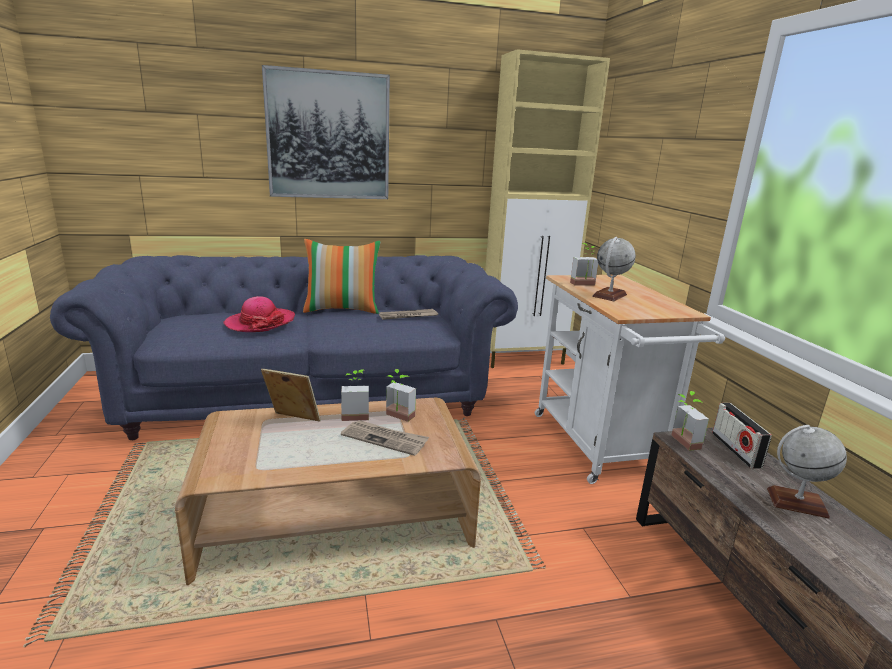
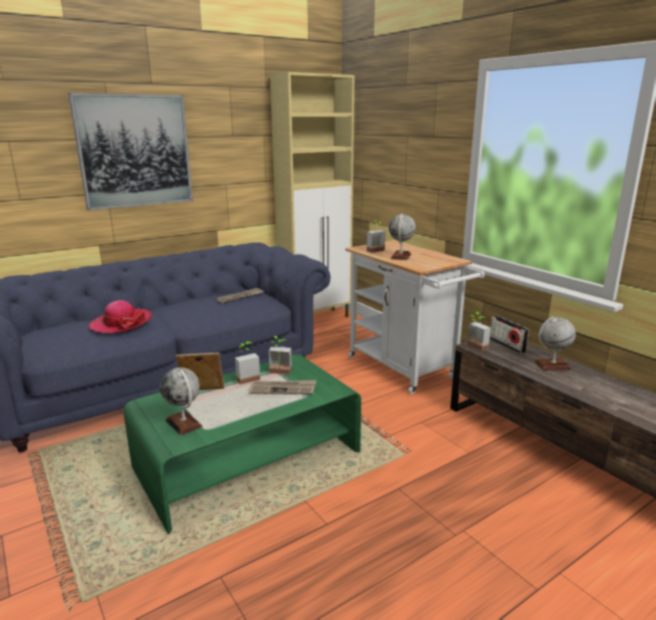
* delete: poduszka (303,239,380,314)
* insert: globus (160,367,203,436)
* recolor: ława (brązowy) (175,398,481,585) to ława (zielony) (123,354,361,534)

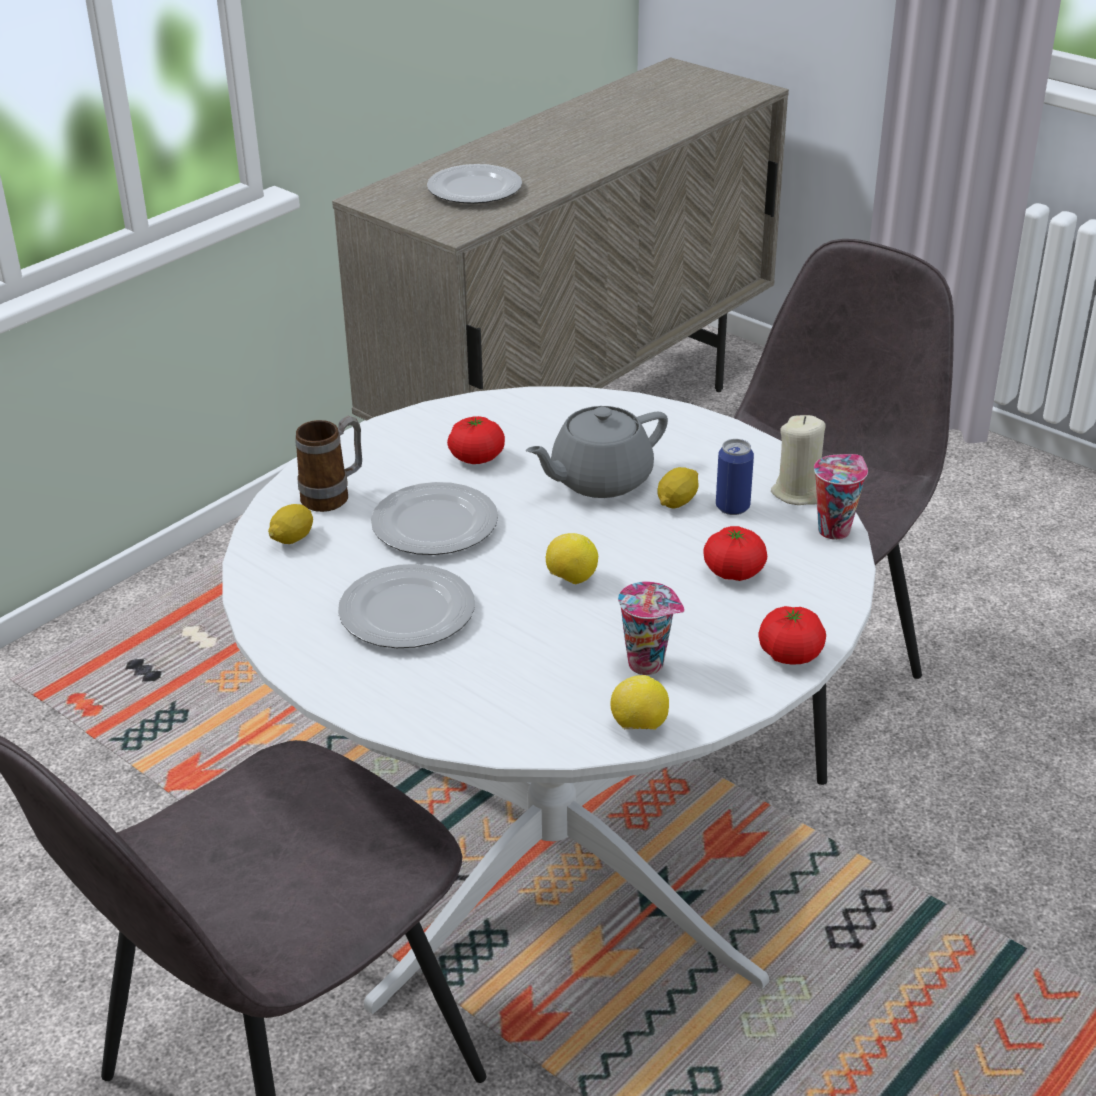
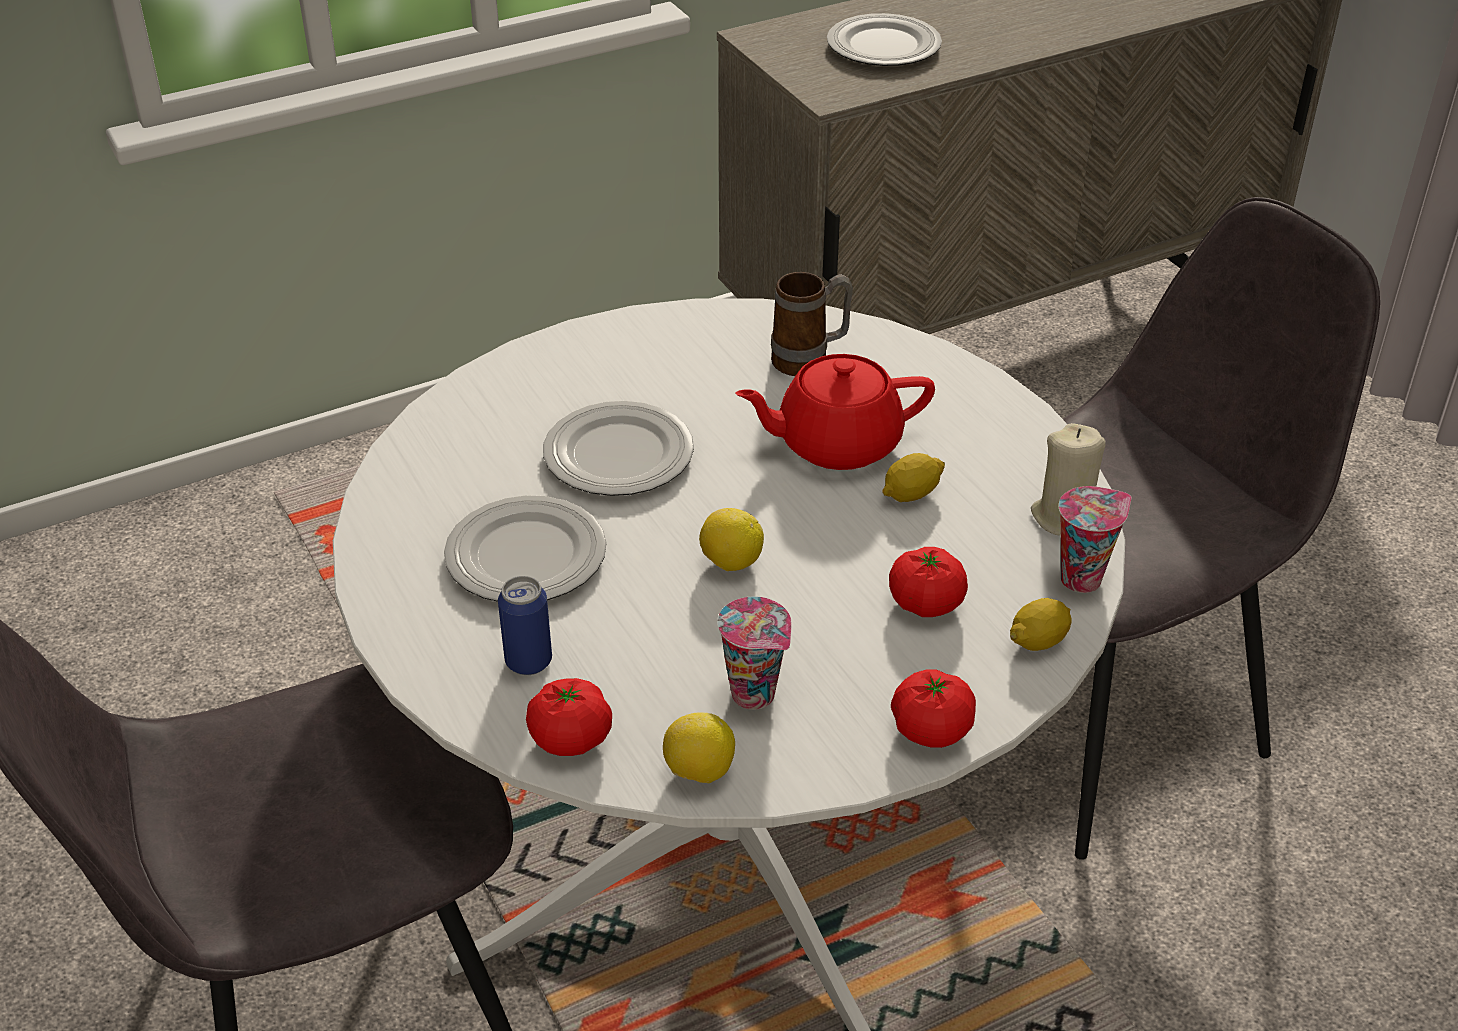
* move: cytryna (268,504,313,544) to (1010,598,1072,651)
* move: kubek (295,416,362,512) to (771,272,853,376)
* move: pomidor (447,416,505,464) to (526,678,612,756)
* move: puszka (716,439,754,515) to (498,576,552,675)
* recolor: imbryk (szary) (526,406,668,498) to imbryk (czerwony) (735,354,935,470)

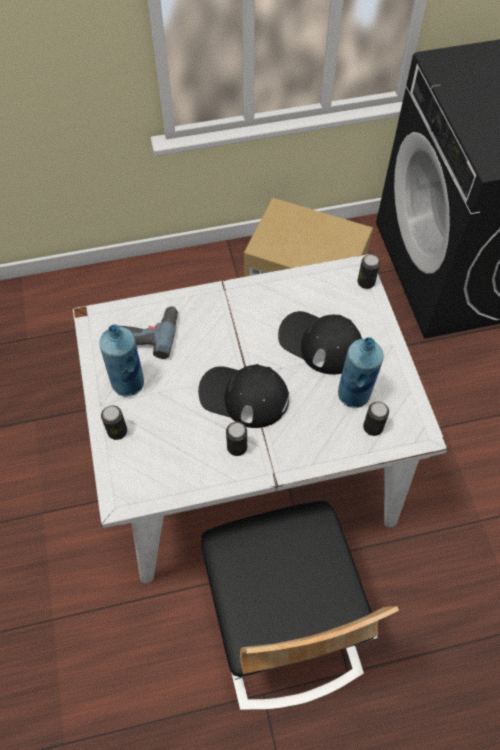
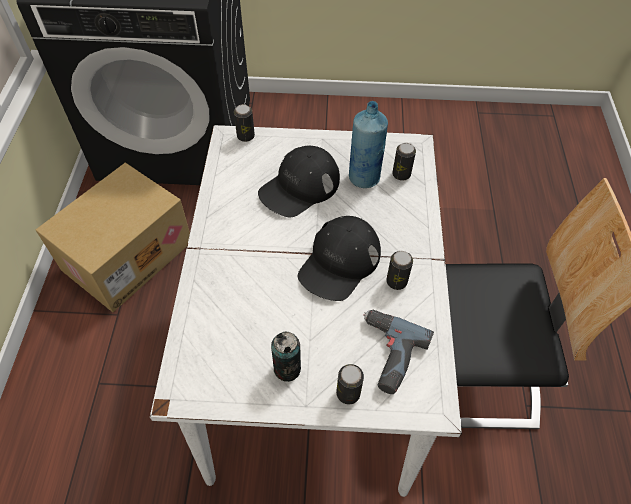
* move: wiertarka (119,306,178,359) to (363,310,434,394)
* replace: butelka (niebieski) (99,324,144,397) to puszka (271,332,301,382)

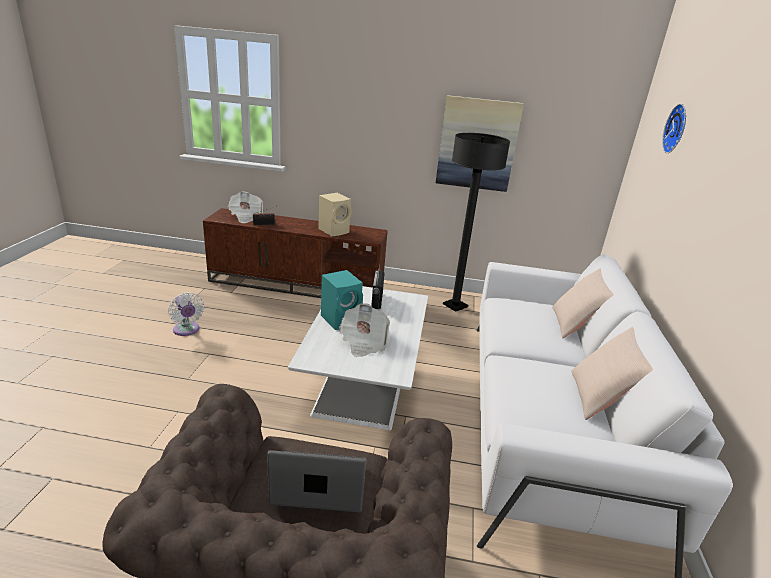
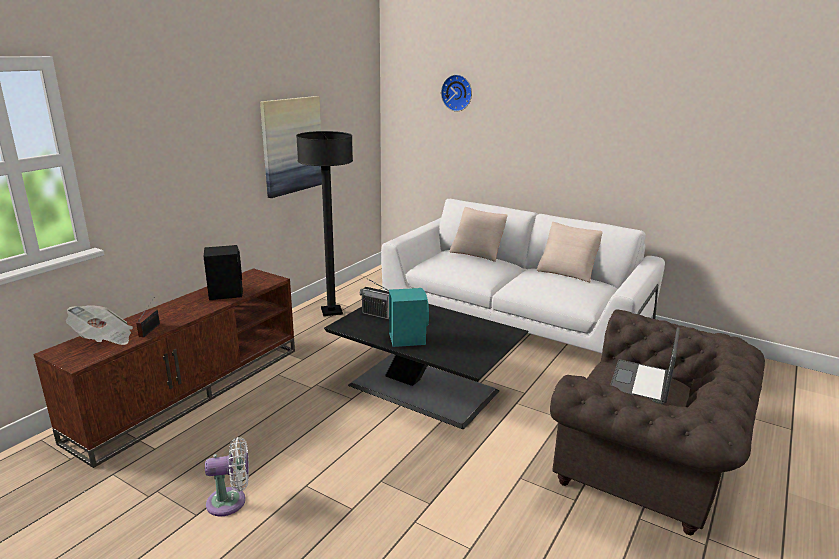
* delete: gazeta (339,303,390,357)
* recolor: ława (biały) (288,286,428,431) to ława (czarny) (324,304,528,429)
* recolor: głośnik (beżowy) (318,193,352,236) to głośnik (czarny) (204,245,243,300)

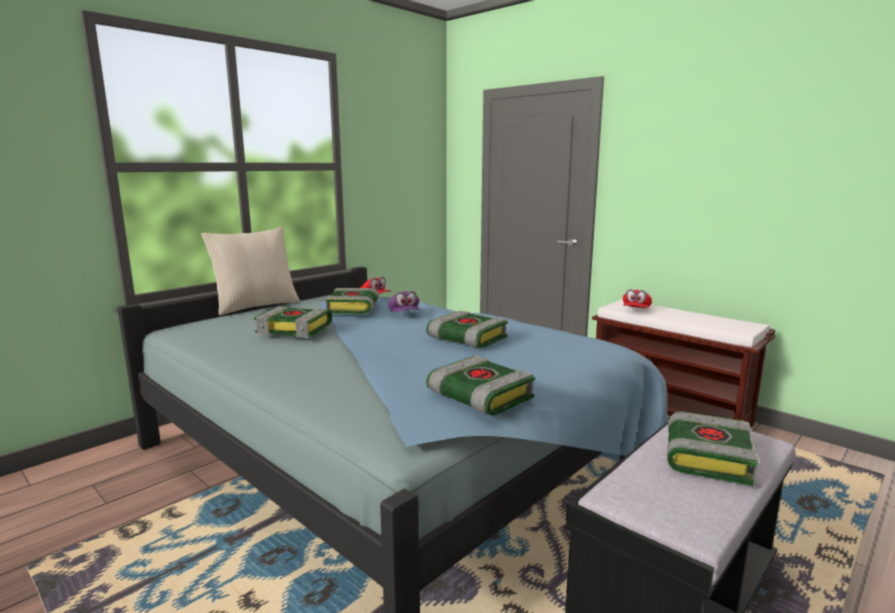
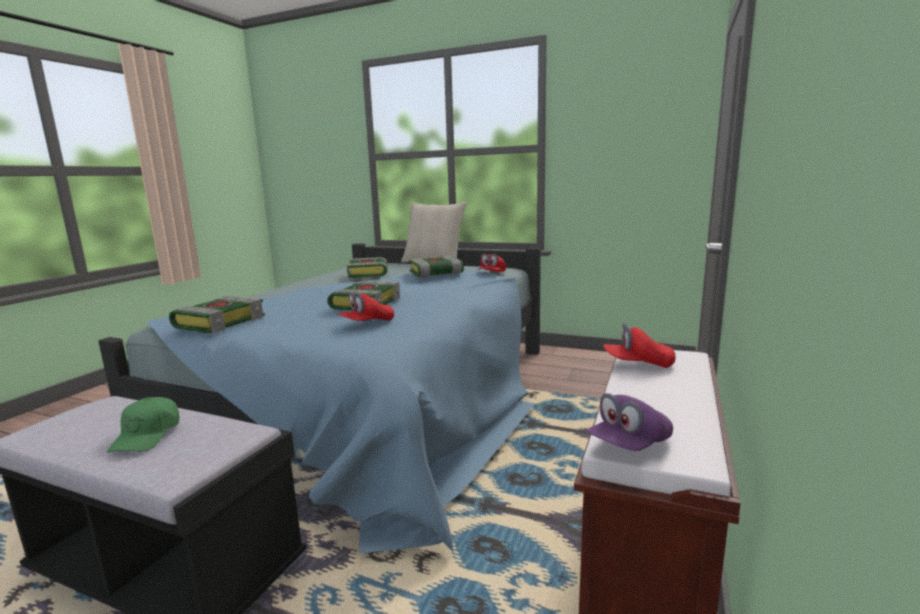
* insert: czapka z daszkiem (czerwony) (338,292,394,321)
* move: czapka z daszkiem (fioletowy) (388,291,420,312) to (587,393,673,451)
* replace: książka (667,411,759,486) to czapka z daszkiem (zielony) (107,397,179,452)

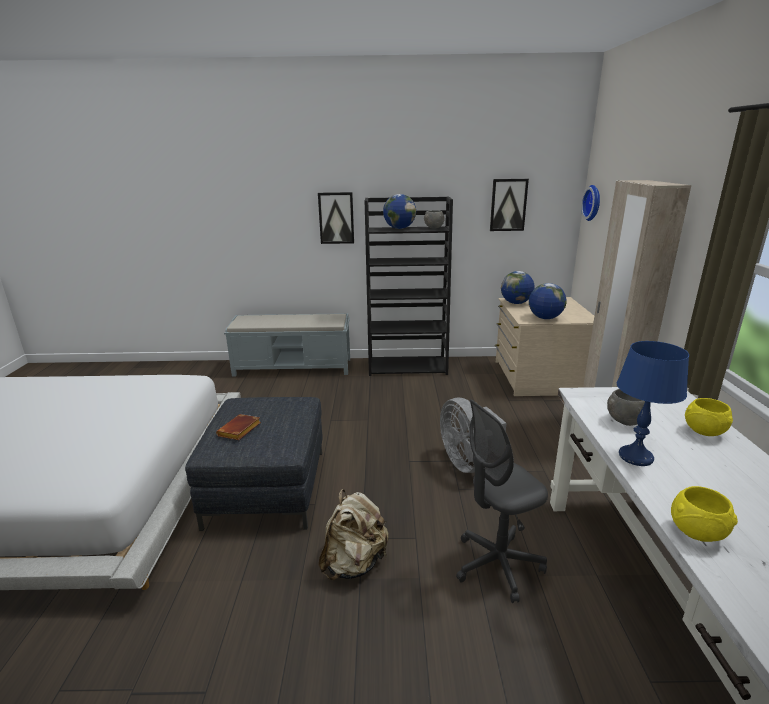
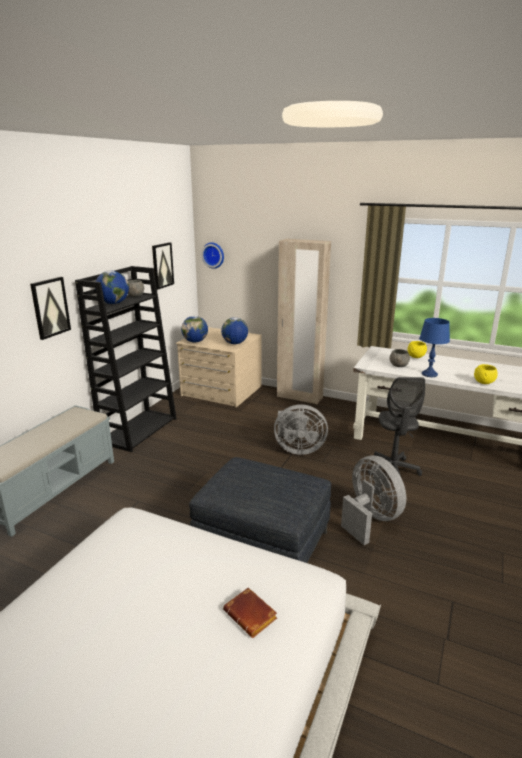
* move: książka (brązowy) (216,414,261,440) to (223,587,277,638)
* replace: plecak (beżowy) (319,489,389,580) to wentylator (szary) (341,456,406,545)

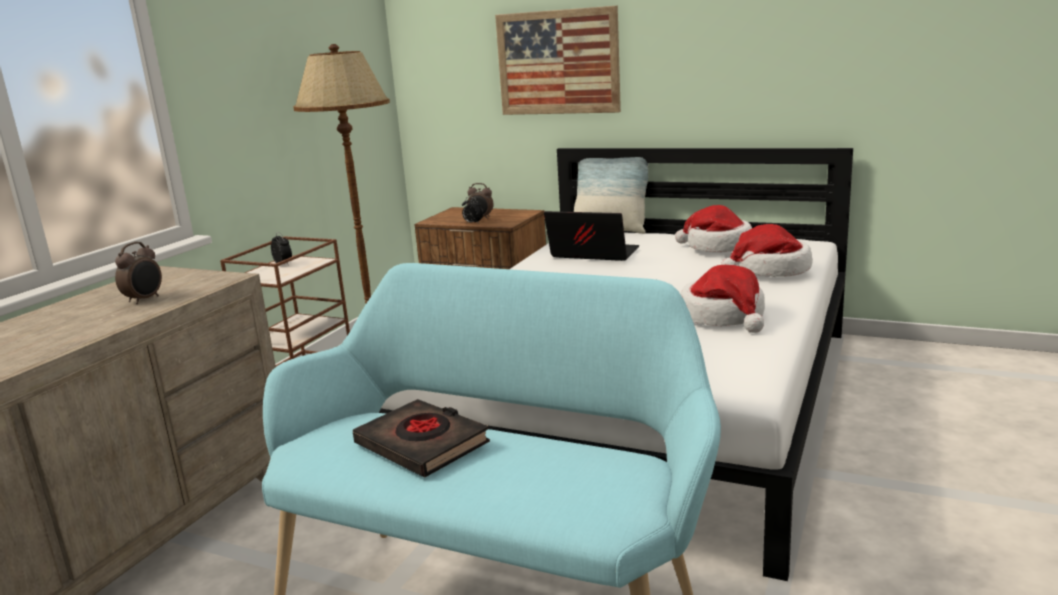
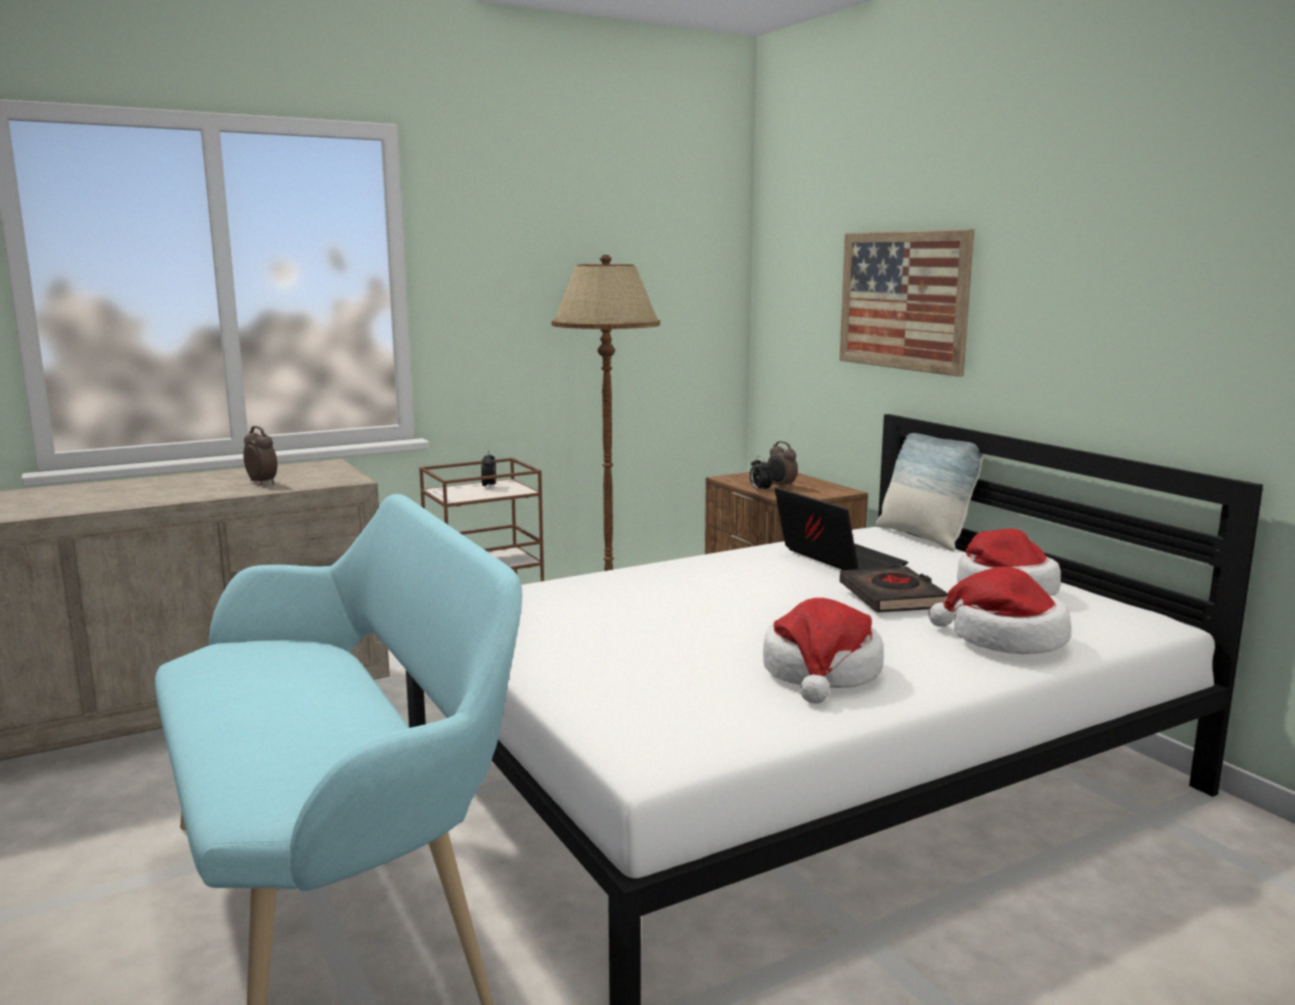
* move: książka (czarny) (353,399,490,478) to (840,566,948,613)
* rotate: budzik (115,242,162,304) = (243,426,277,485) 105 degrees counterclockwise

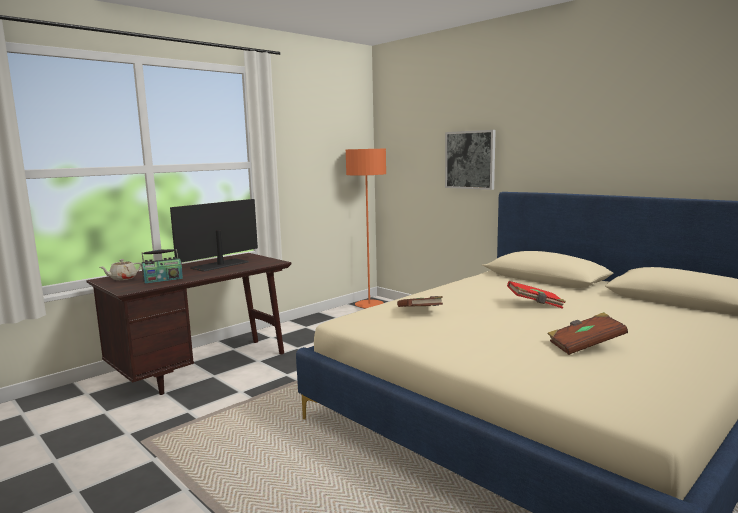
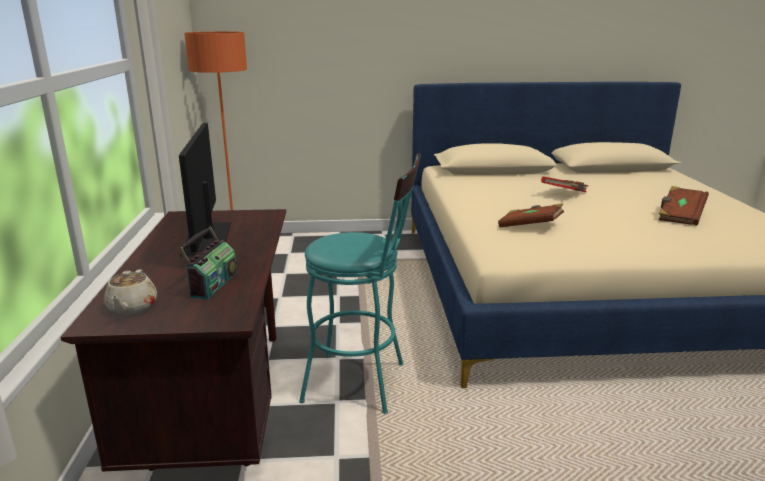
* delete: obraz (445,130,496,190)
* insert: stołek (turkusowy) (299,153,421,414)

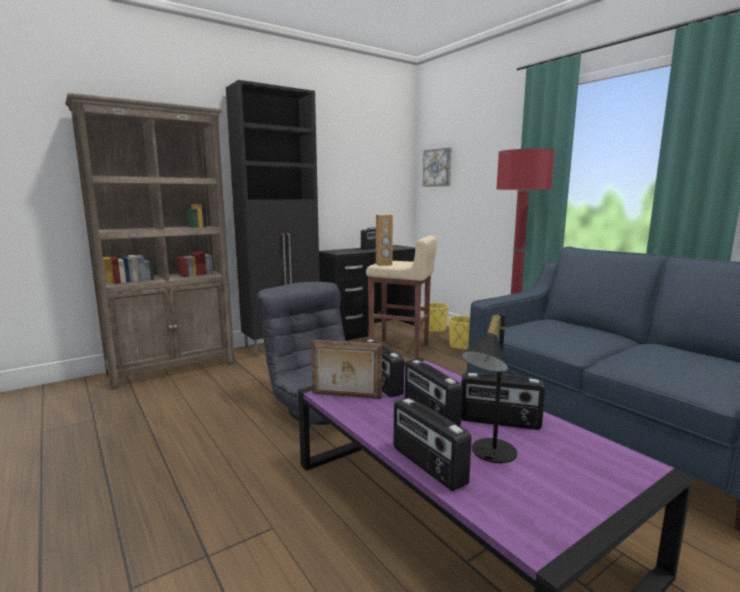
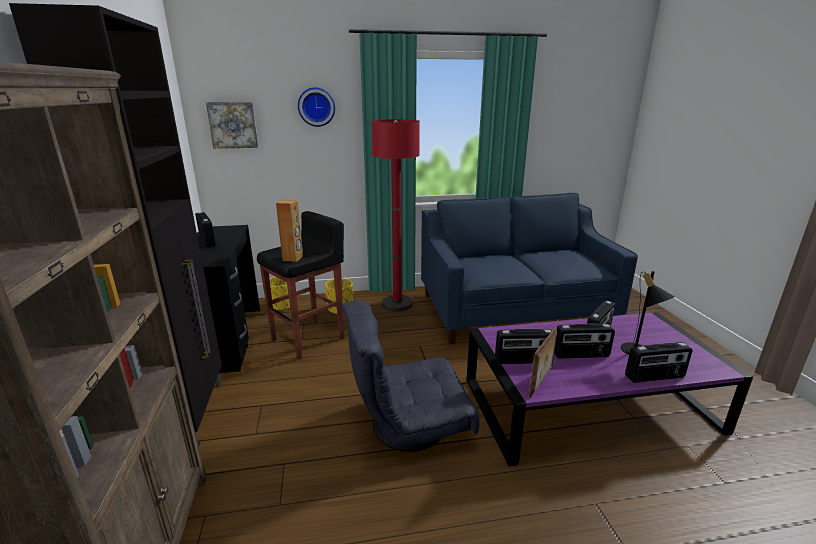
* insert: zegar ścienny (298,87,335,127)
* recolor: stołek (beżowy) (366,236,437,359) to stołek (czarny) (257,211,345,360)

